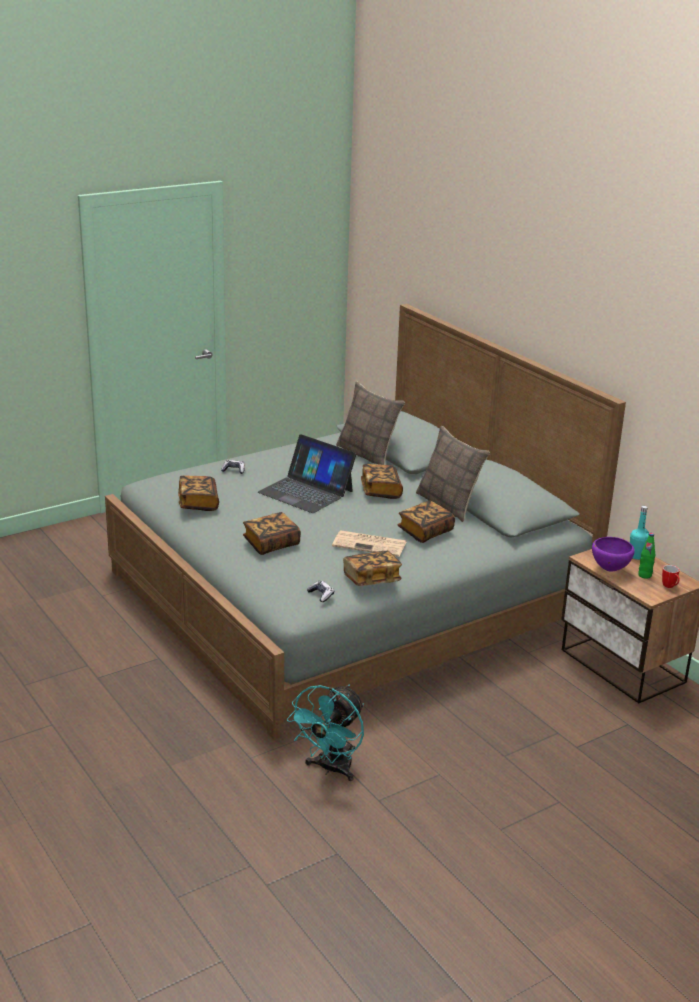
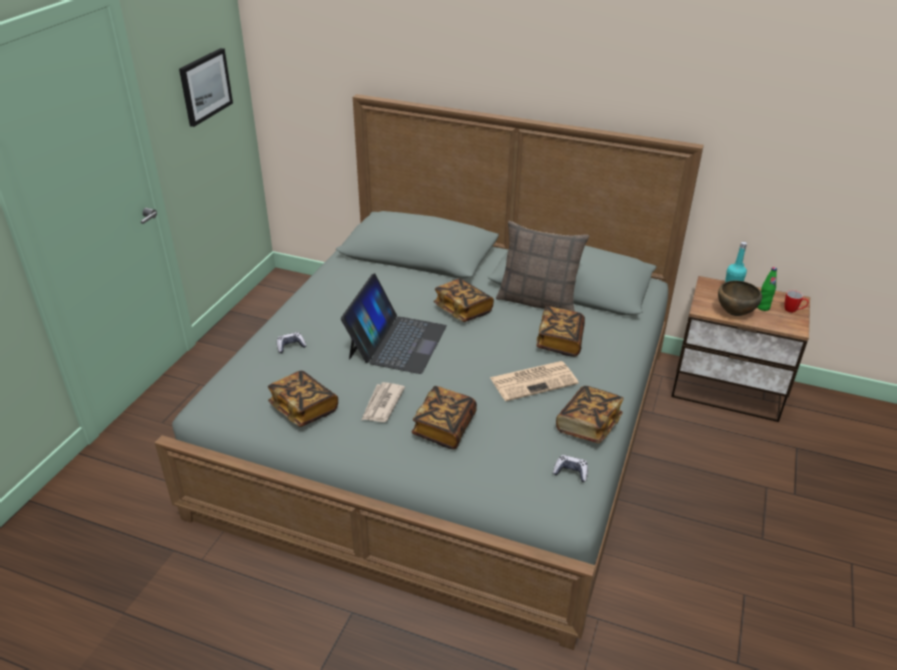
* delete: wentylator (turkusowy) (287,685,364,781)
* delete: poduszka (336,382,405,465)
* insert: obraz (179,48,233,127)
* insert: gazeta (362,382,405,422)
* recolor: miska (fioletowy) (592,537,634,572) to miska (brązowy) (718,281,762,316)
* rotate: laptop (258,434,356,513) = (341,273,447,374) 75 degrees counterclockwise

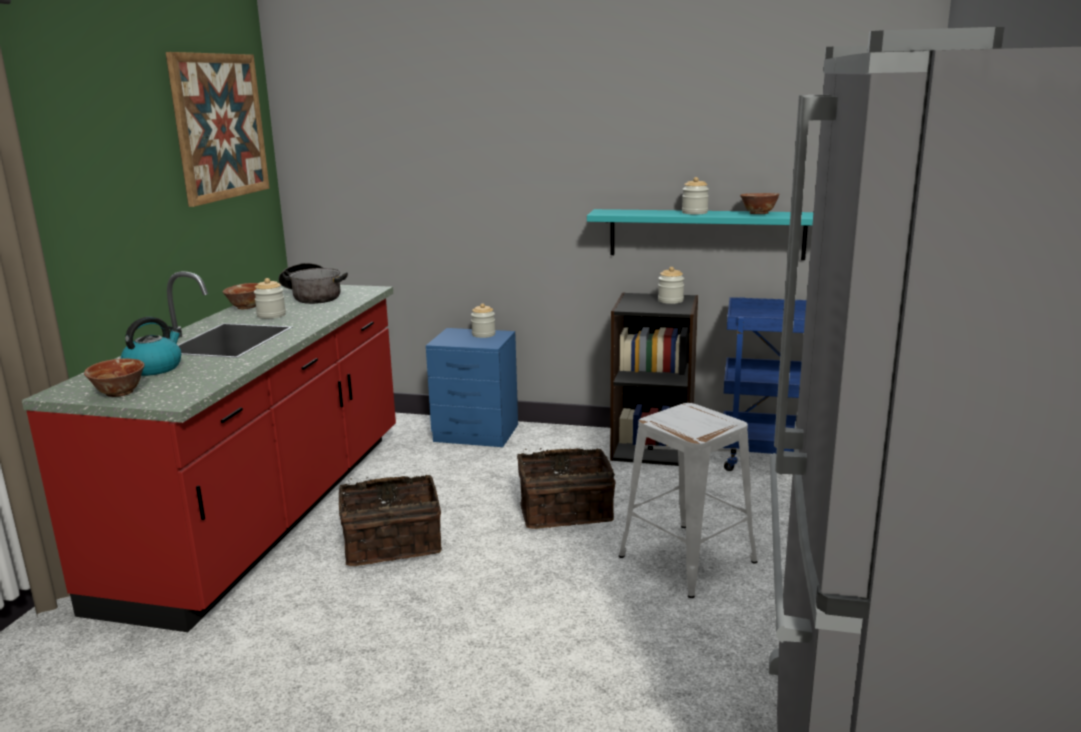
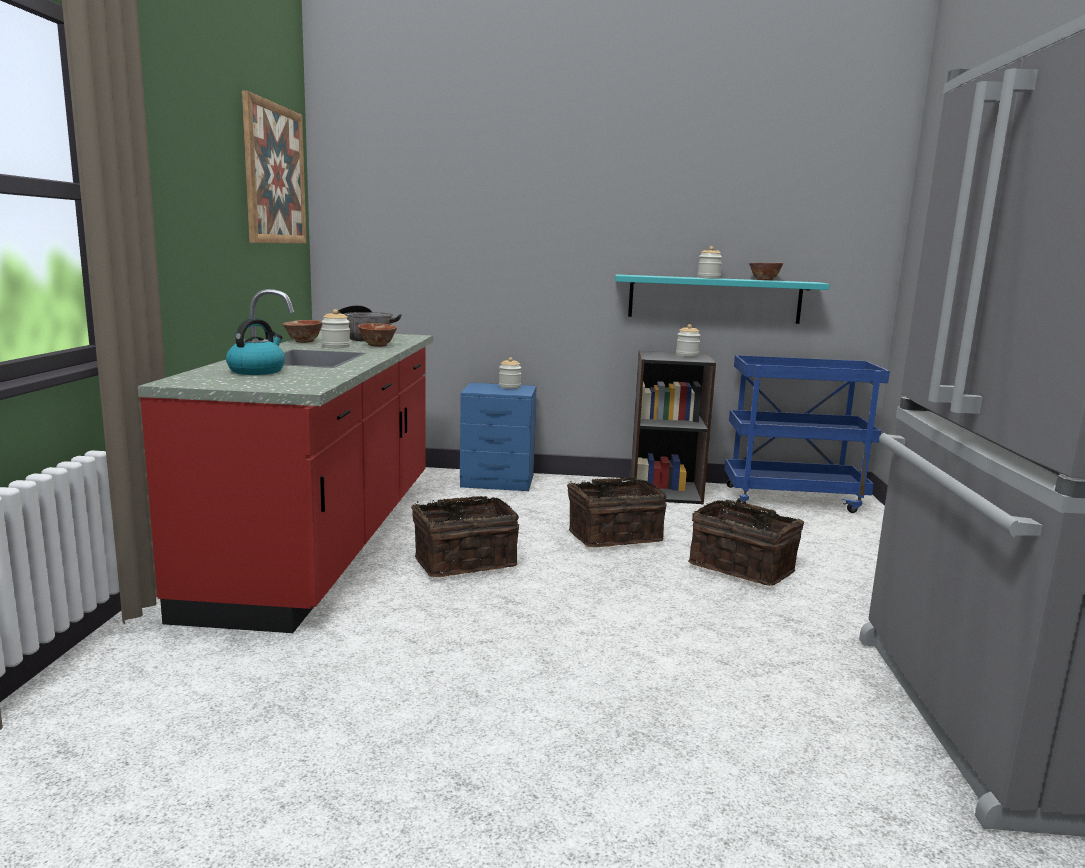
* move: miska (84,359,145,397) to (358,323,397,347)
* replace: stołek (biały) (619,403,757,598) to koszyk (688,500,804,586)

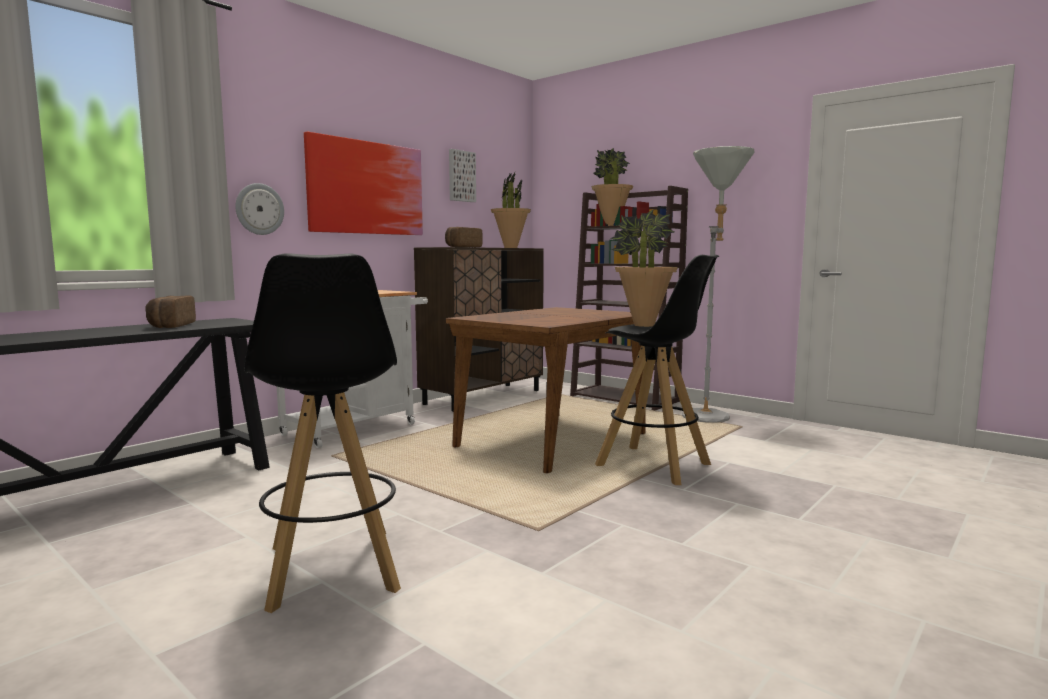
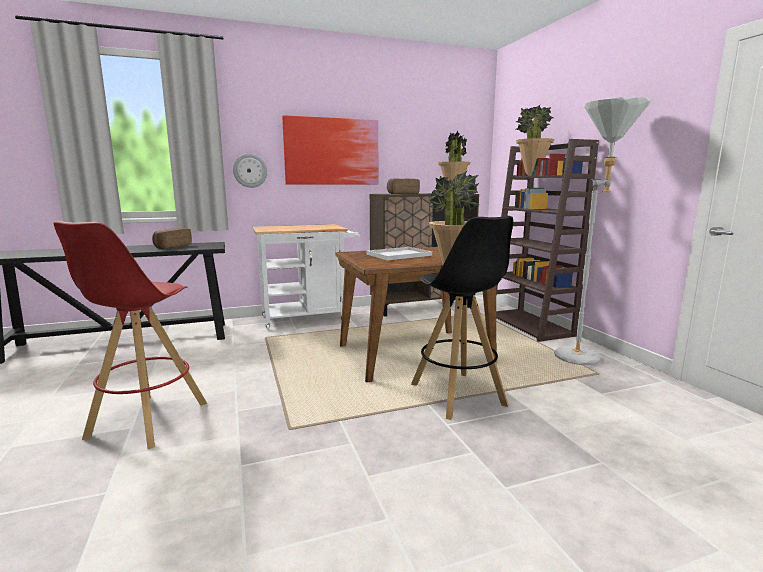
* delete: obraz (449,149,476,202)
* insert: taca (biały) (367,247,432,260)
* recolor: stołek (czarny) (244,253,401,613) to stołek (czerwony) (54,221,207,449)

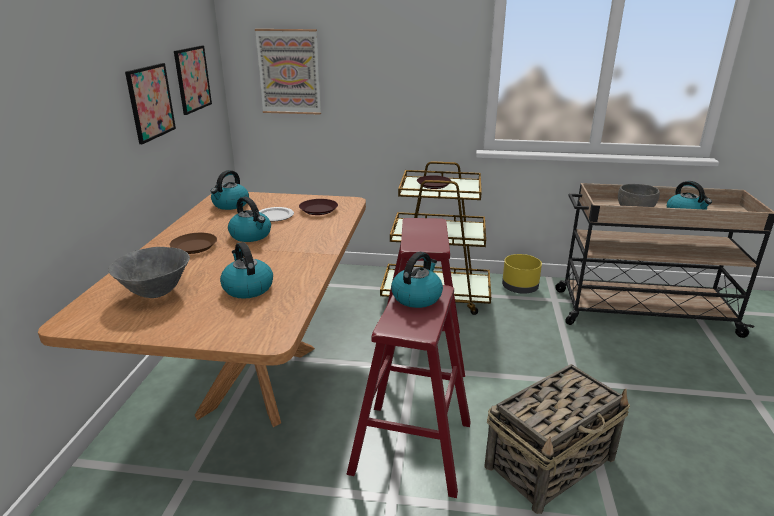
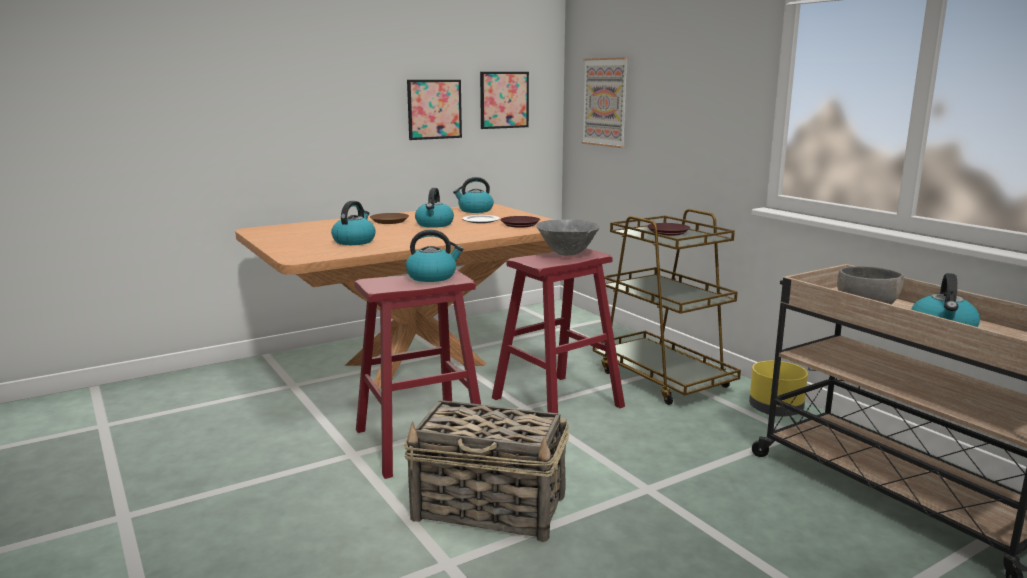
* move: miska (szary) (108,247,190,298) to (536,219,600,256)

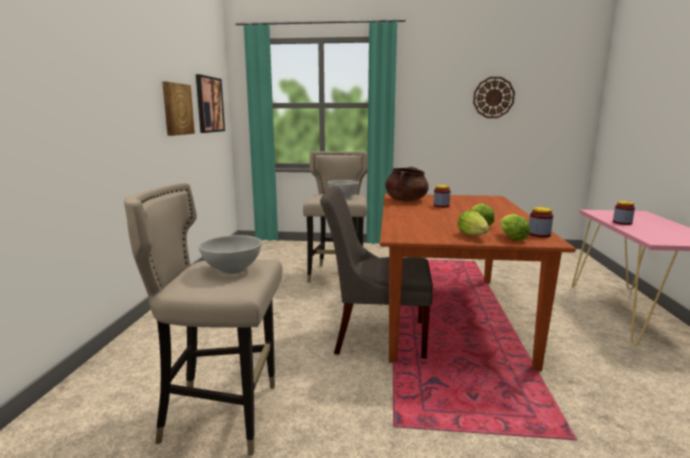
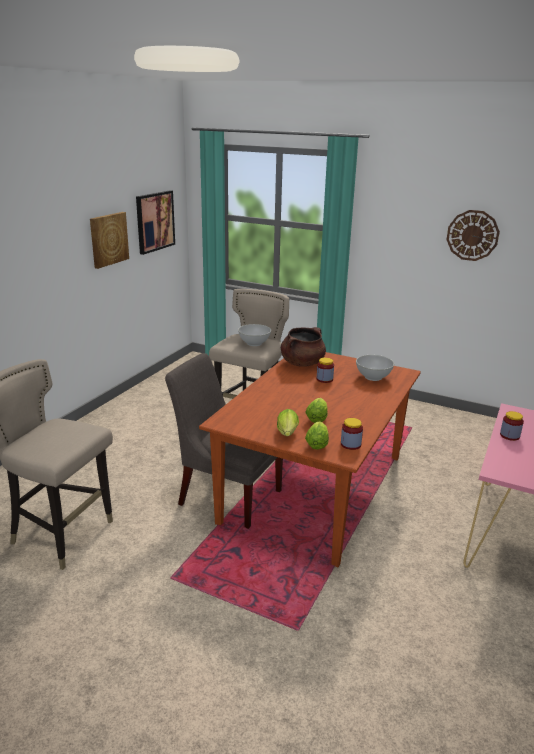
* move: miska (biały) (198,235,262,274) to (356,355,394,381)

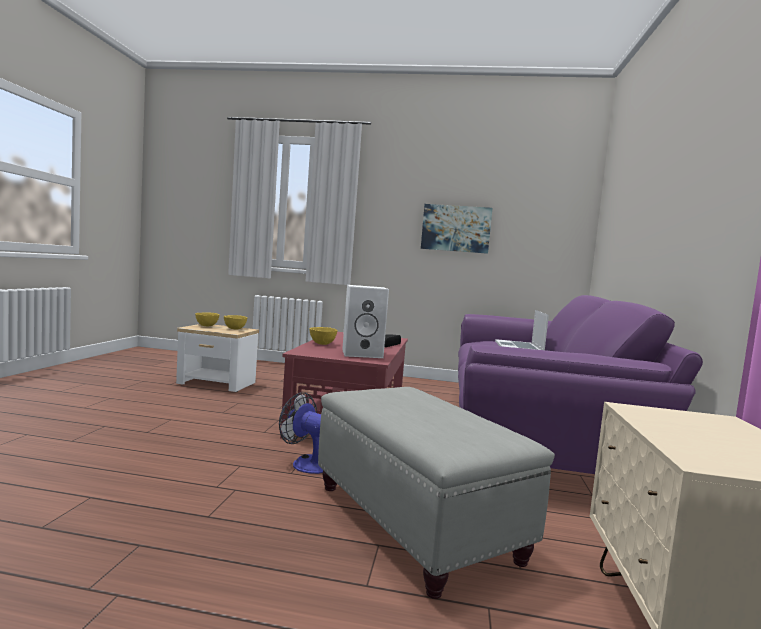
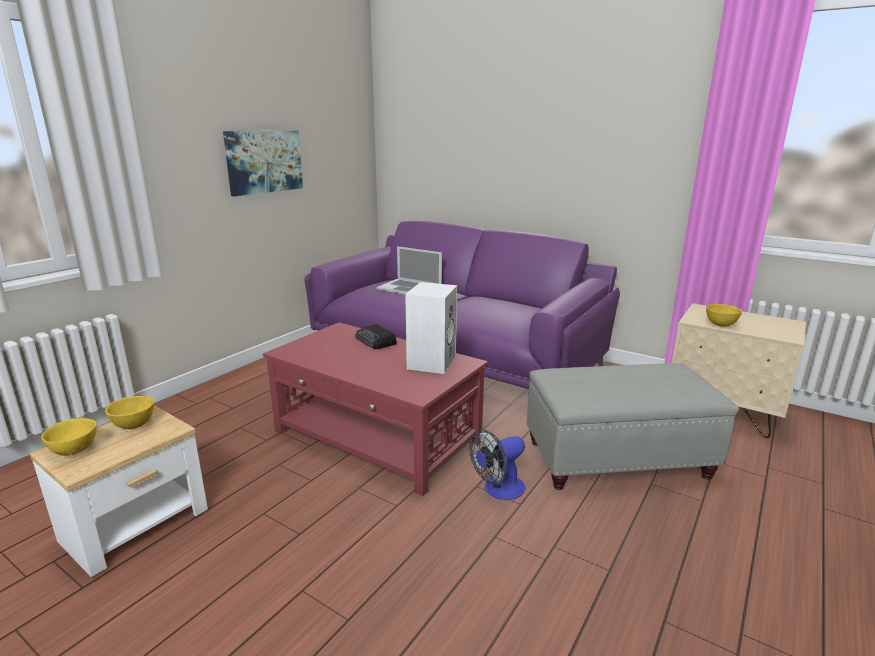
* move: miska (żółty) (309,327,337,345) to (706,304,742,327)

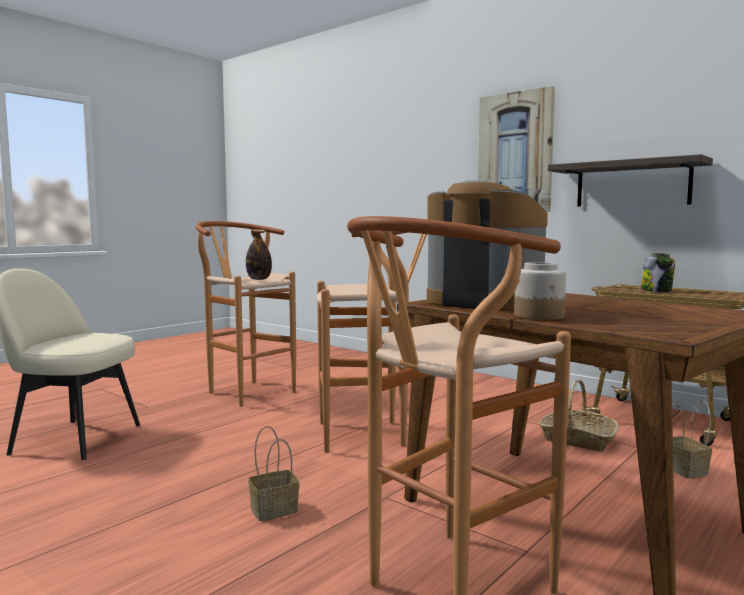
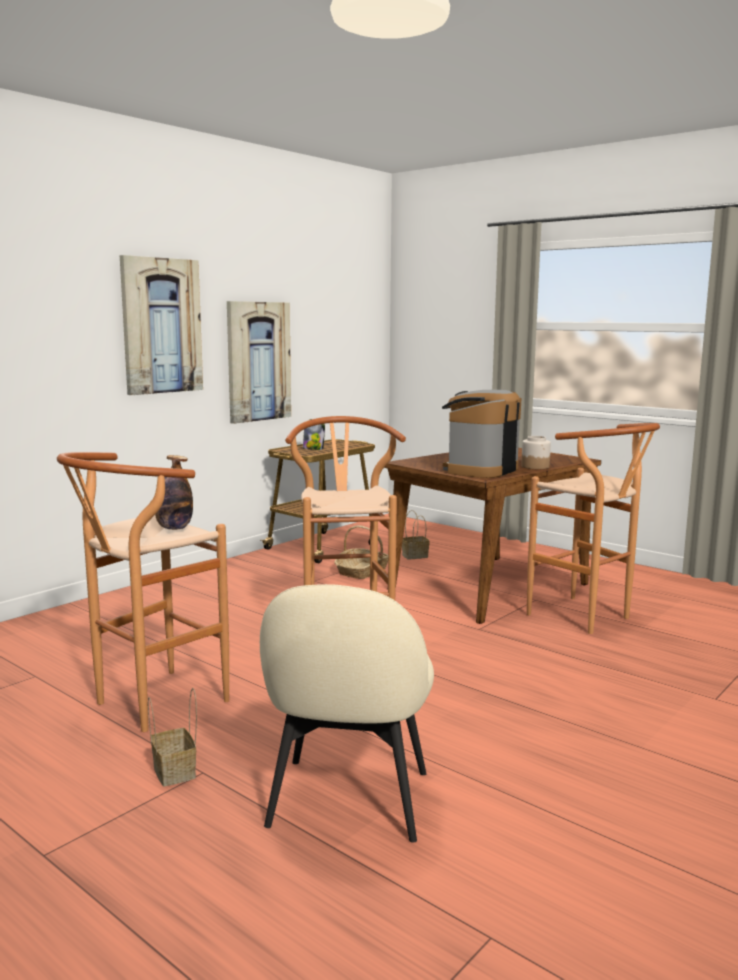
* move: koszyk (248,426,299,521) to (148,688,197,786)
* replace: półka (548,154,713,207) to obraz (227,301,291,424)

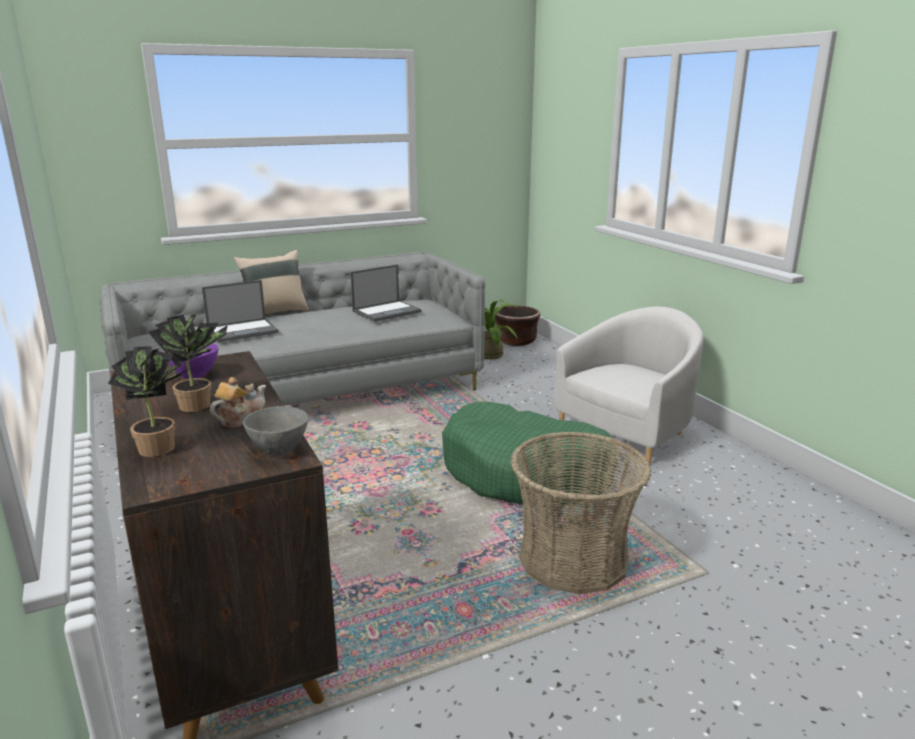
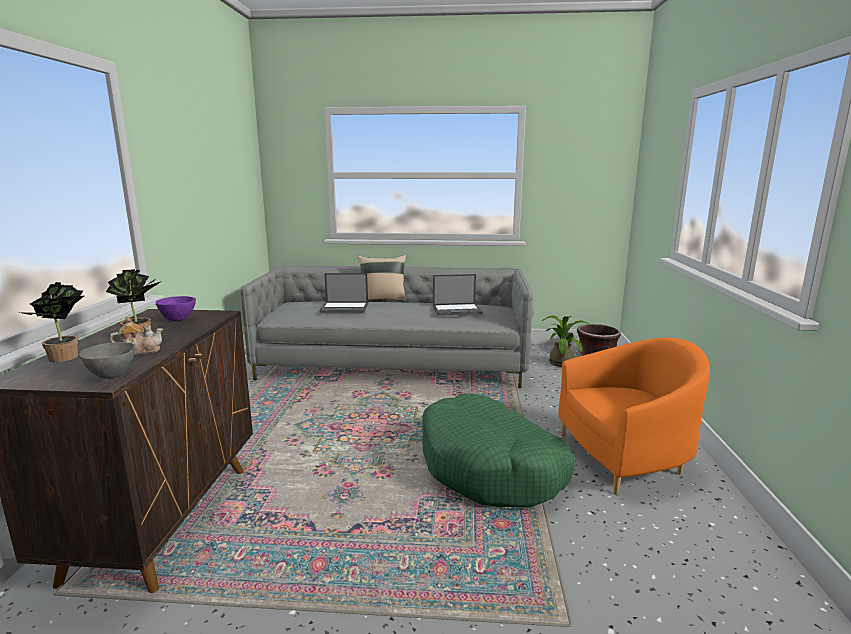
* delete: koszyk (510,432,651,594)
* recolor: fotel (biały) (554,307,704,465) to fotel (pomarańczowy) (558,338,710,495)

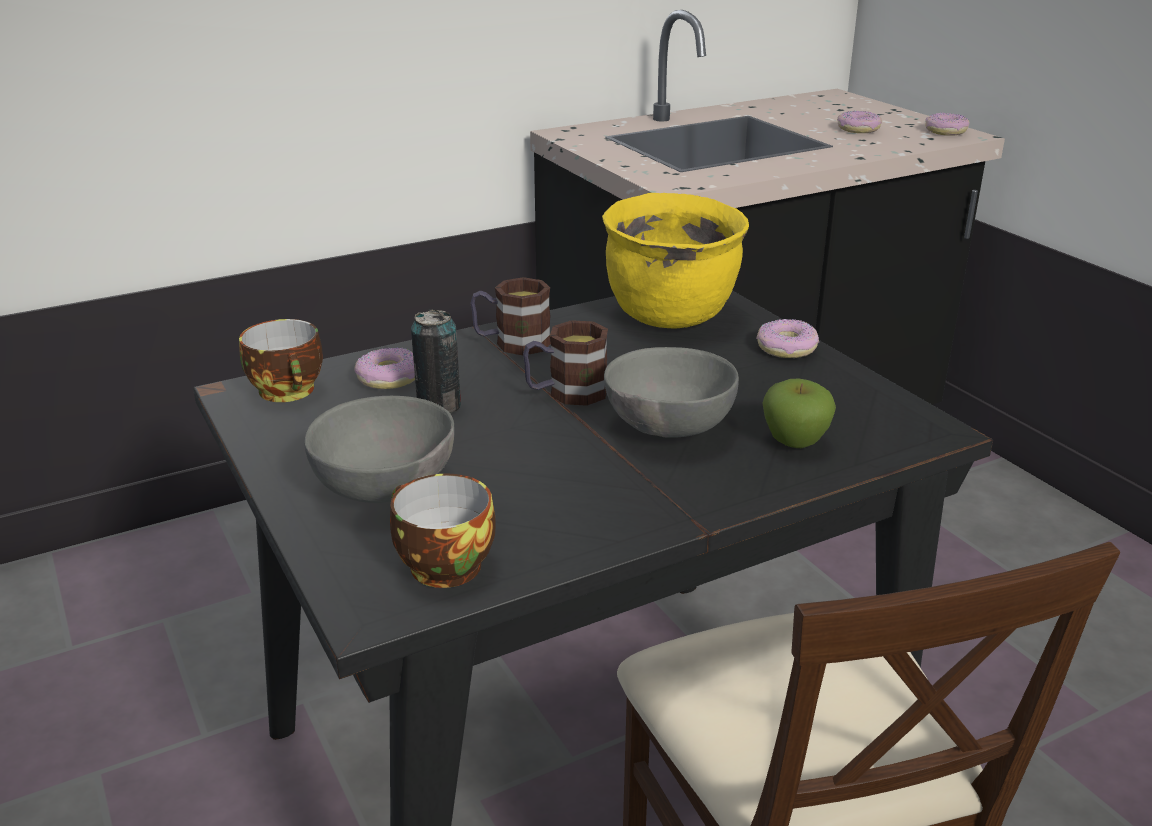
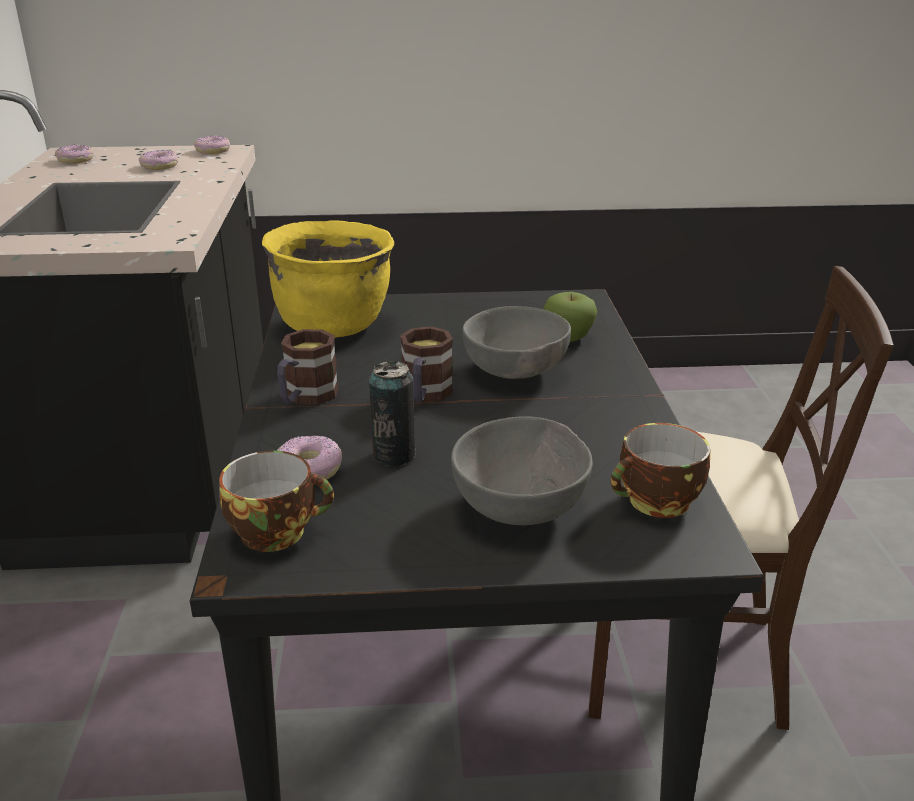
* move: donut (756,319,819,358) to (55,144,94,164)

